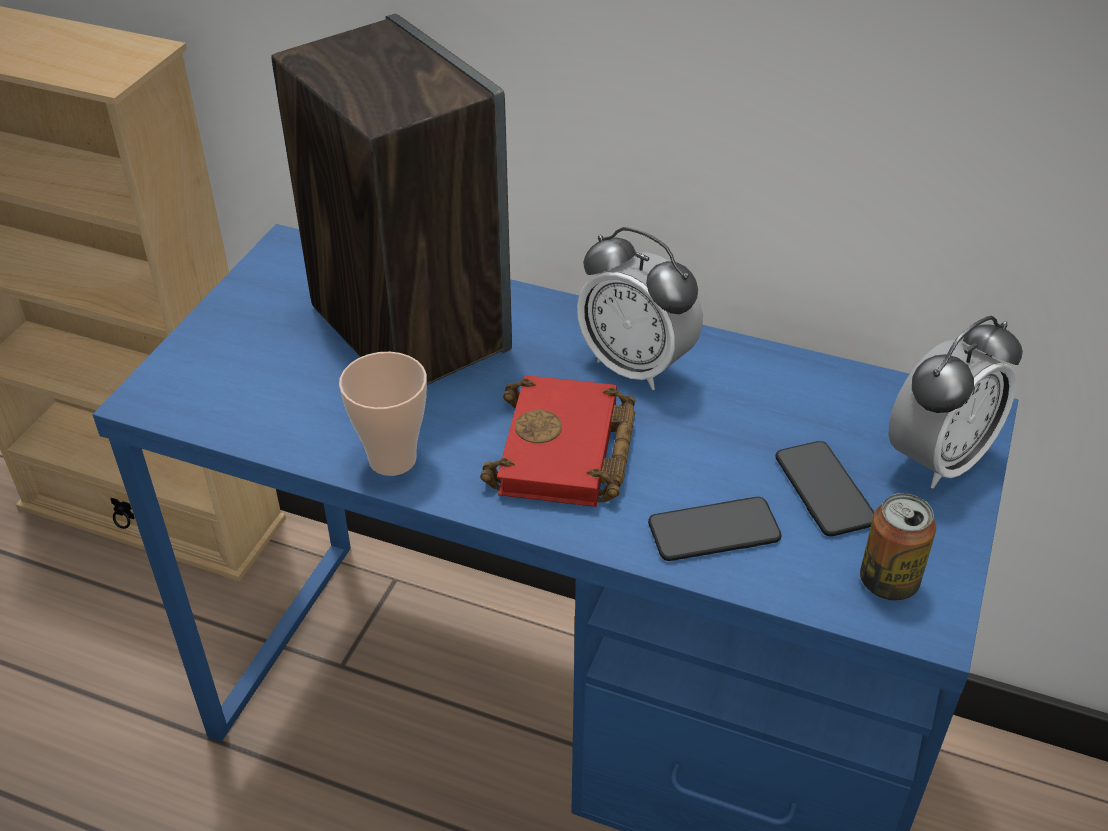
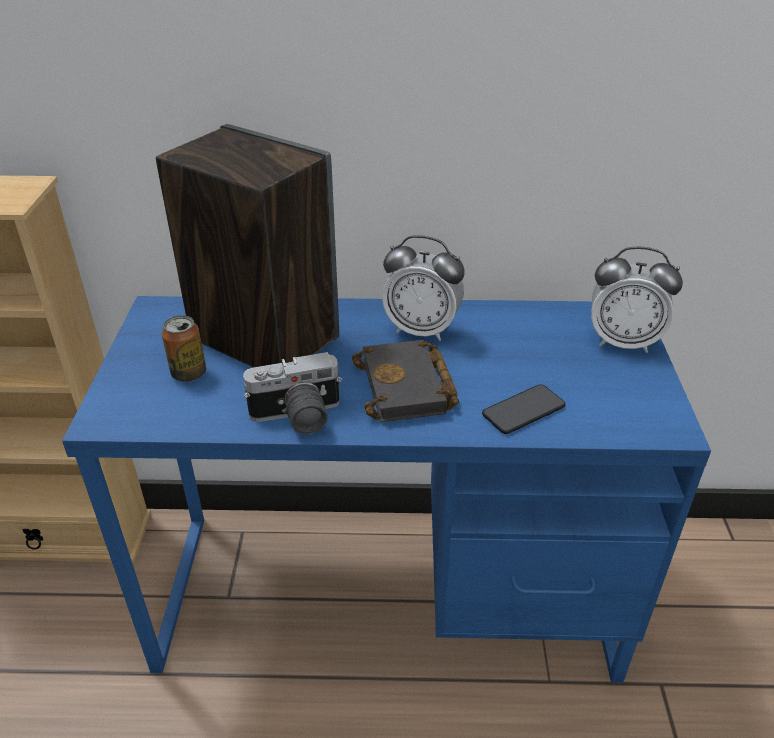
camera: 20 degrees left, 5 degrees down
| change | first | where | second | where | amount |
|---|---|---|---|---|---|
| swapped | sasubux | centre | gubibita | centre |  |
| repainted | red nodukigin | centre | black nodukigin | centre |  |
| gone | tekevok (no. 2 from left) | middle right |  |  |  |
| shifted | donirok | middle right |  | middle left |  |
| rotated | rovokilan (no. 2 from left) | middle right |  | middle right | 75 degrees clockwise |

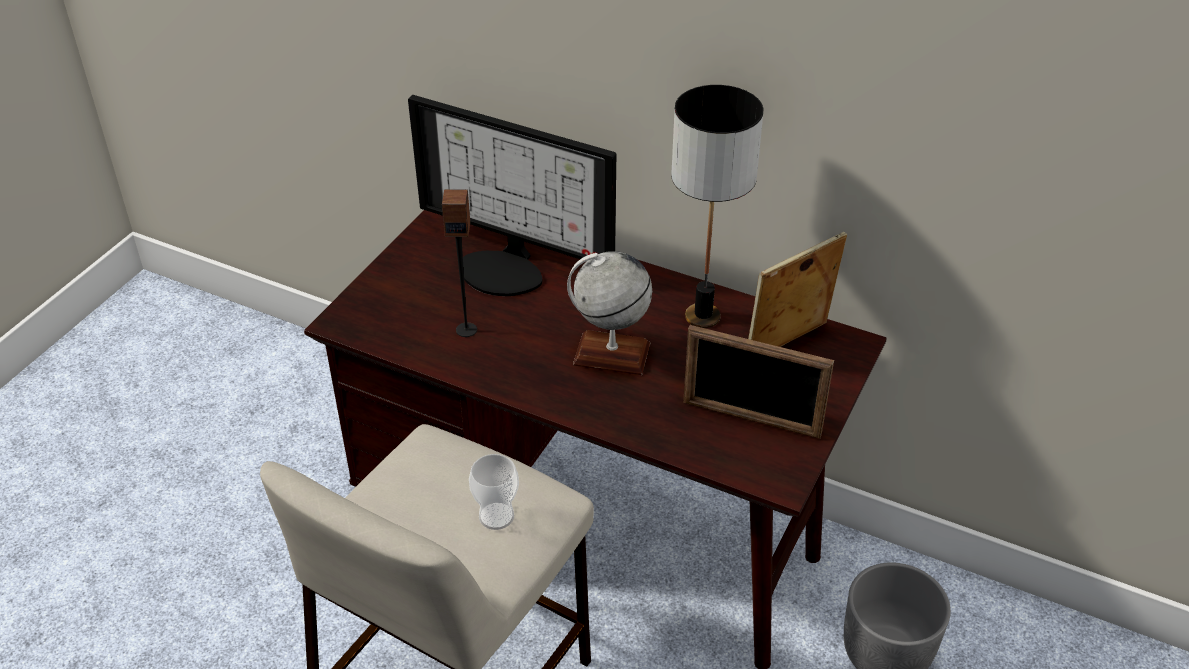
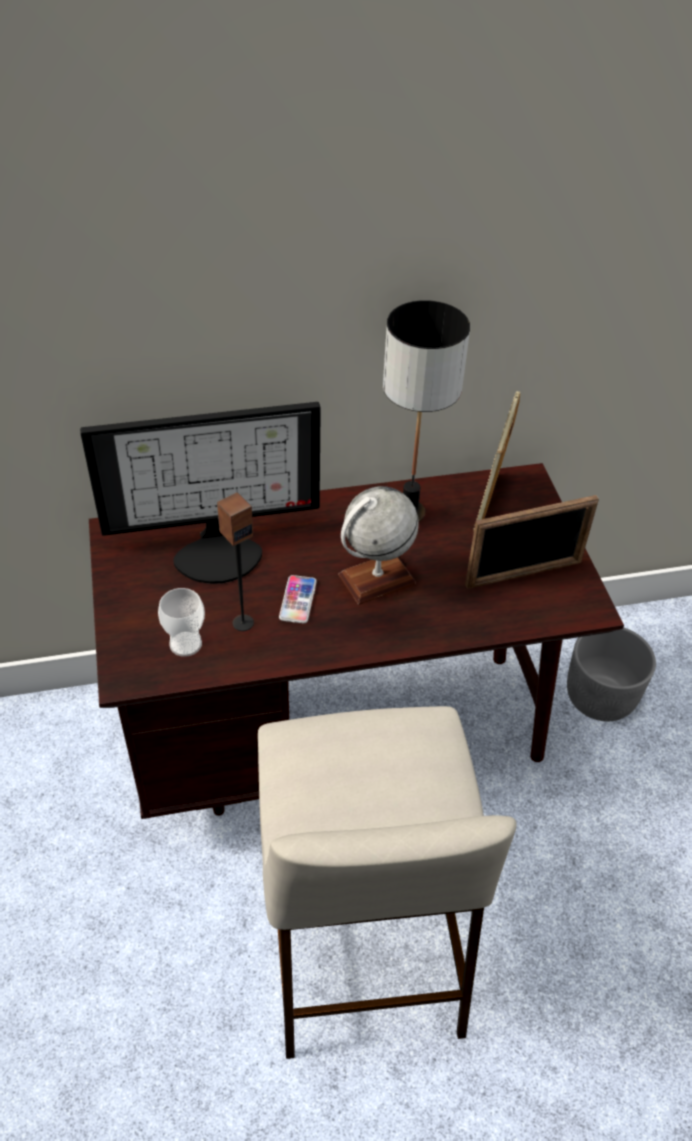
camera: 40 degrees left, 5 degrees up
| change | first | where | second | where | amount |
|---|---|---|---|---|---|
| shifted | sasubux | bottom centre |  | middle left |  |
| new |  |  | tekevok | centre |  |

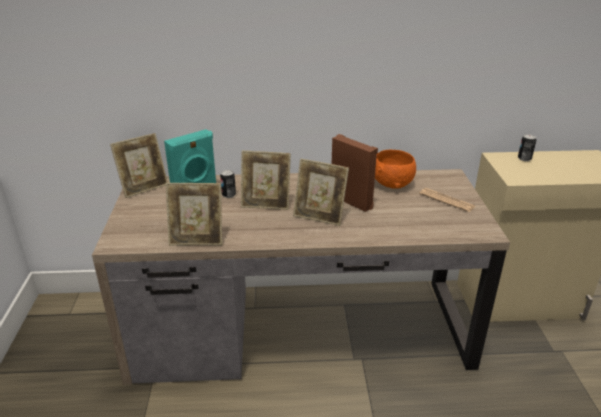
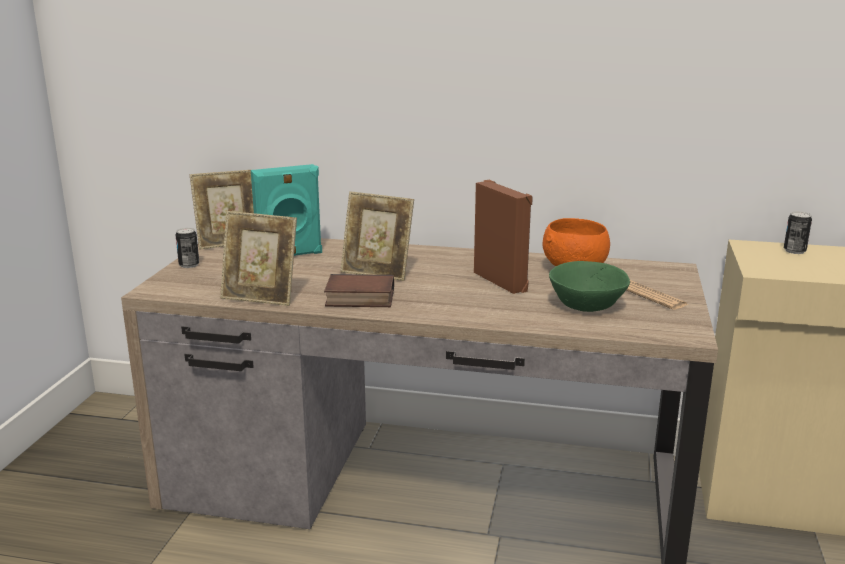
camera: 15 degrees right, 10 degrees down
| change | first | where | second | where | amount |
|---|---|---|---|---|---|
| shifted | donirok (no. 1 from left) | centre |  | middle left |  |
| gone | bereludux (no. 4 from left) | centre |  |  |  |
| new |  |  | nodukigin | centre |  |
| new |  |  | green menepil | middle right |  |

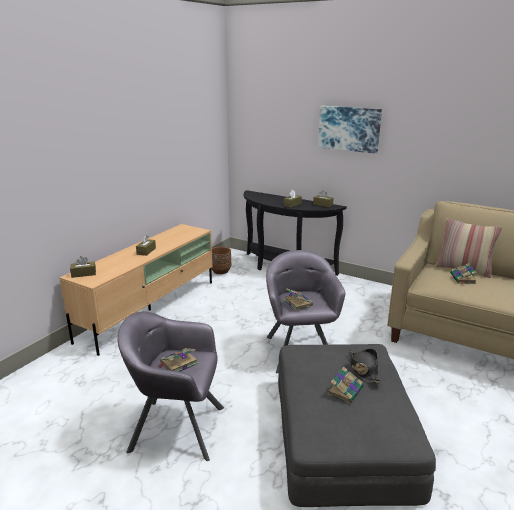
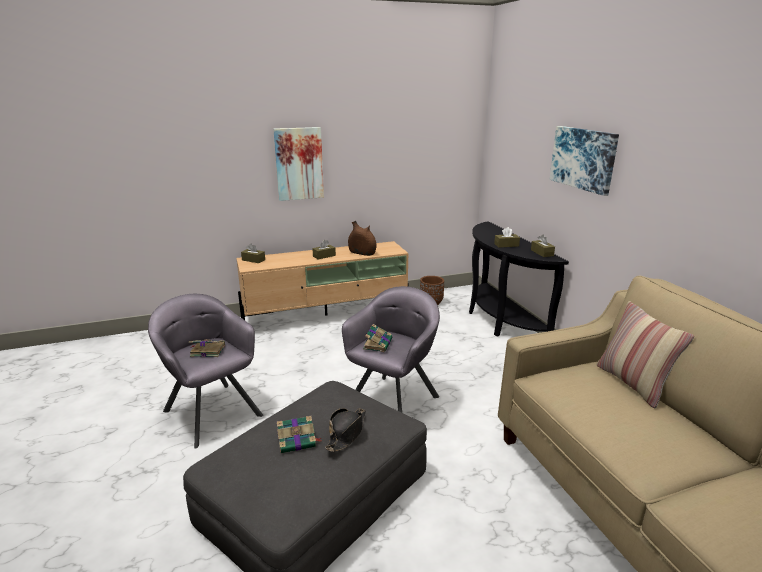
camera: 40 degrees right, 0 degrees up
| change | first | where | second | where | amount |
|---|---|---|---|---|---|
| gone | nodukigin (no. 4 from left) | middle right |  |  |  |
| new |  |  | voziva (no. 1 from left) | top centre |  |
| new |  |  | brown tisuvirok | centre |  |

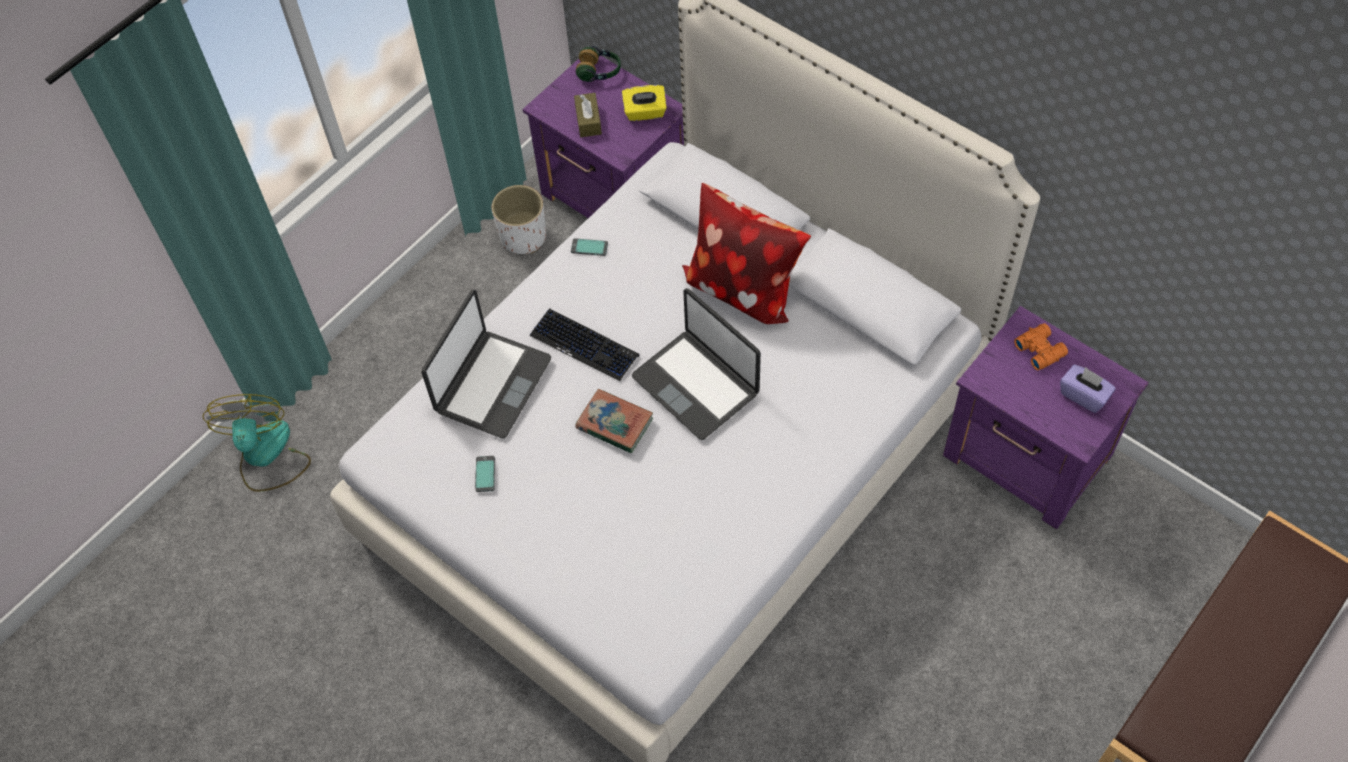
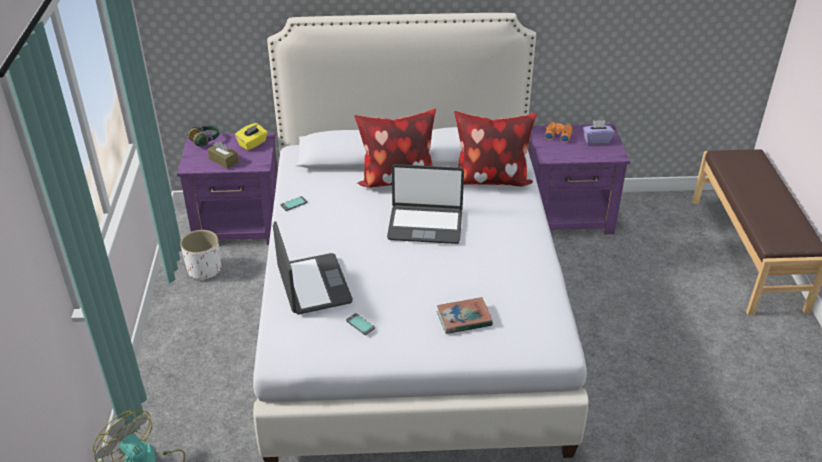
camera: 45 degrees left, 20 degrees down
| change | first | where | second | where | amount |
|---|---|---|---|---|---|
| gone | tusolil | centre |  |  |  |
| shifted | nodukigin | centre |  | bottom centre |  |
| new |  |  | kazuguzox (no. 2 from left) | top centre |  |

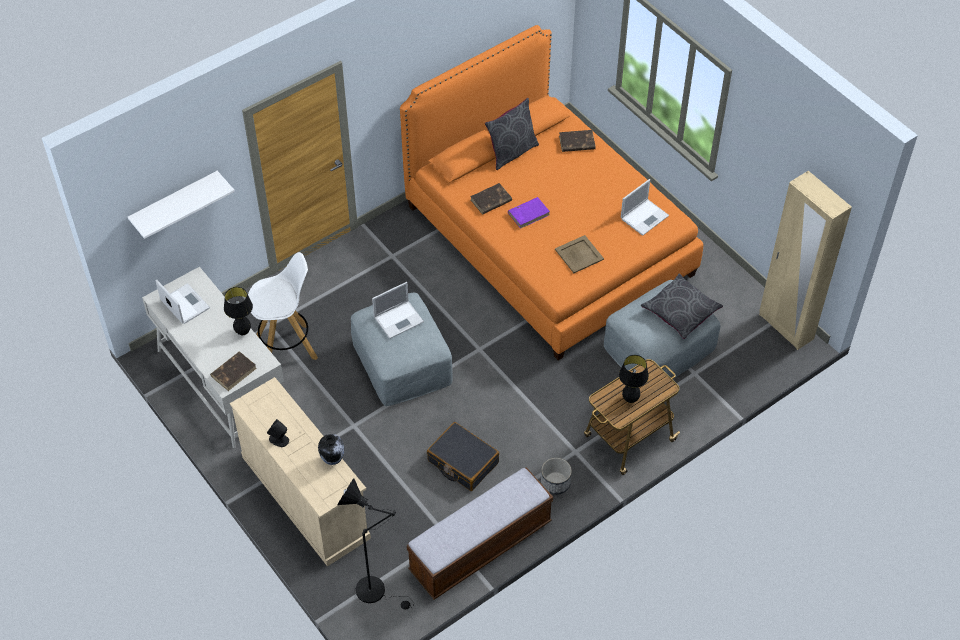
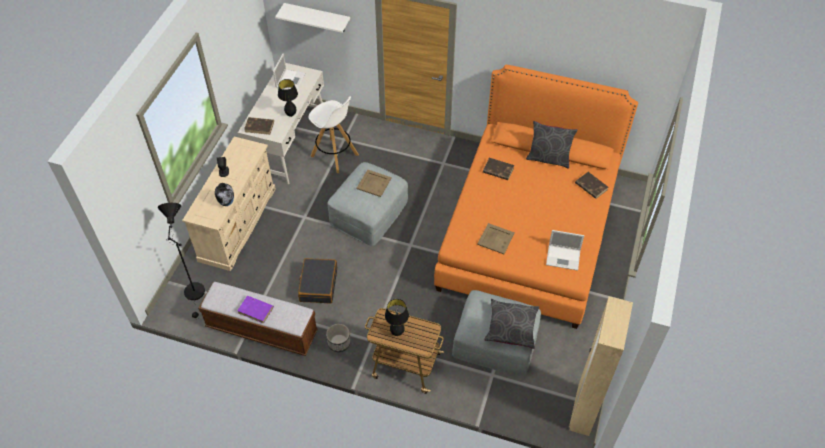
camera: 55 degrees right, 0 degrees up
| change | first | where | second | where | amount |
|---|---|---|---|---|---|
| swapped | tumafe (no. 2 from left) | centre | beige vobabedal (no. 1 from left) | centre |  |
| shifted | purple nodukigin | top centre |  | bottom left |  |

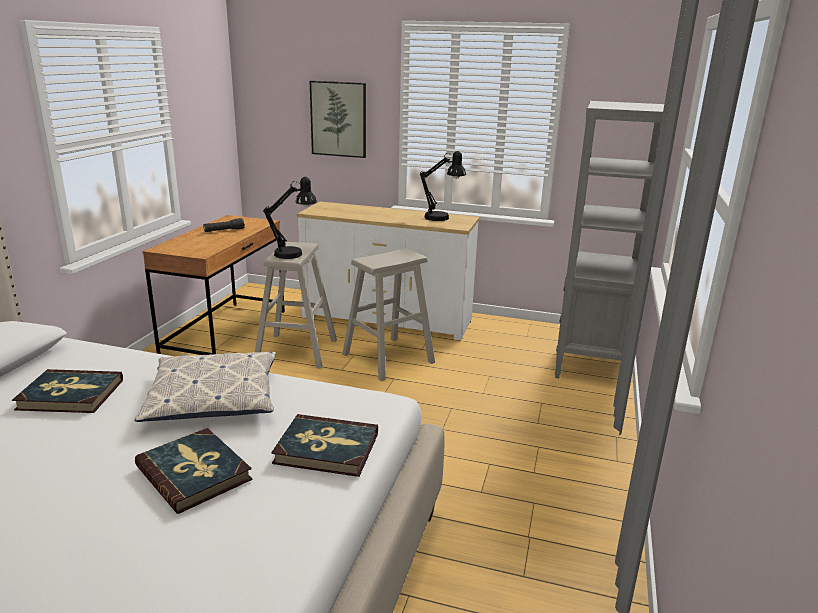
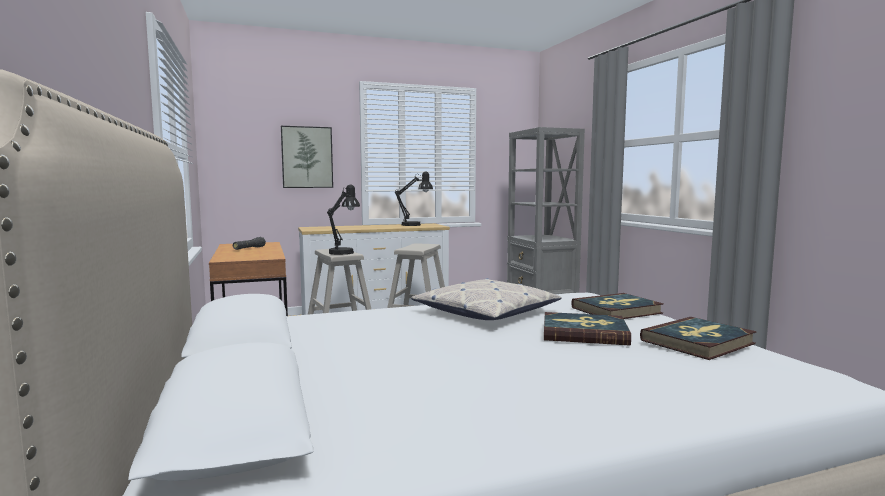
camera: 35 degrees left, 15 degrees down
| change | first | where | second | where | amount |
|---|---|---|---|---|---|
| shifted | nodukigin (no. 1 from left in the first image) | middle left | nodukigin (no. 3 from left) | bottom right |  |

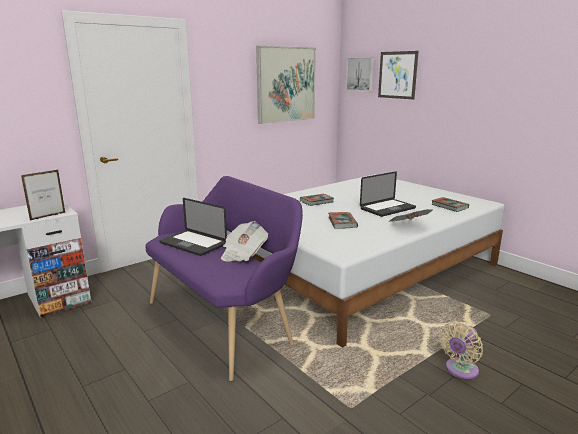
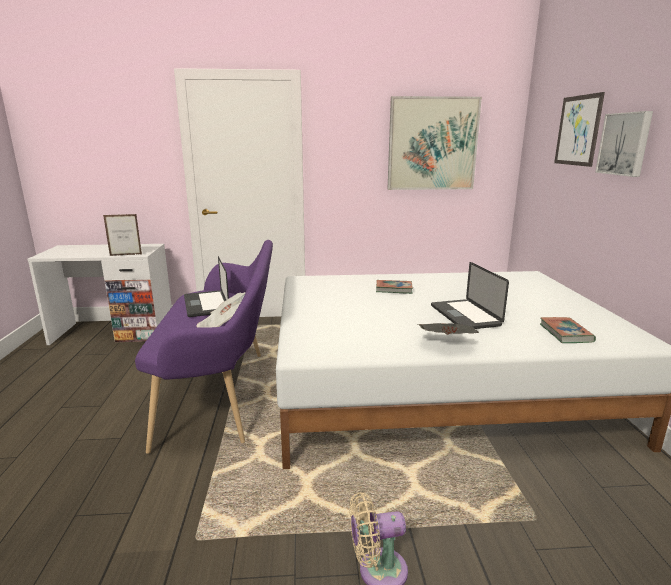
camera: 35 degrees right, 0 degrees up
| change | first | where | second | where | amount |
|---|---|---|---|---|---|
| gone | nodukigin (no. 2 from left) | centre |  |  |  |
| shifted | voziva (no. 2 from left in the first image) | top centre | voziva (no. 3 from left) | top right |  |
| rotated | tumafe (no. 2 from left) | middle right |  | middle right | 75 degrees clockwise |

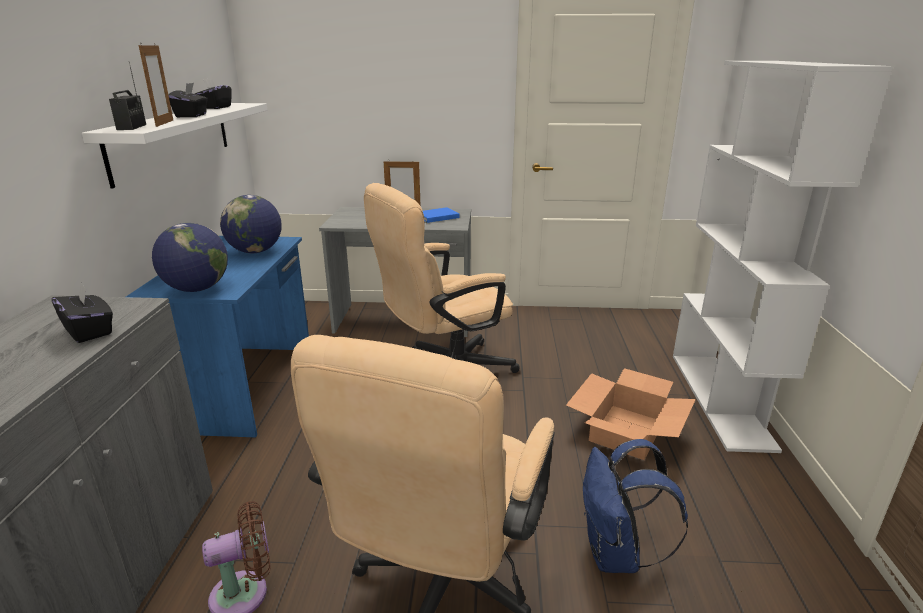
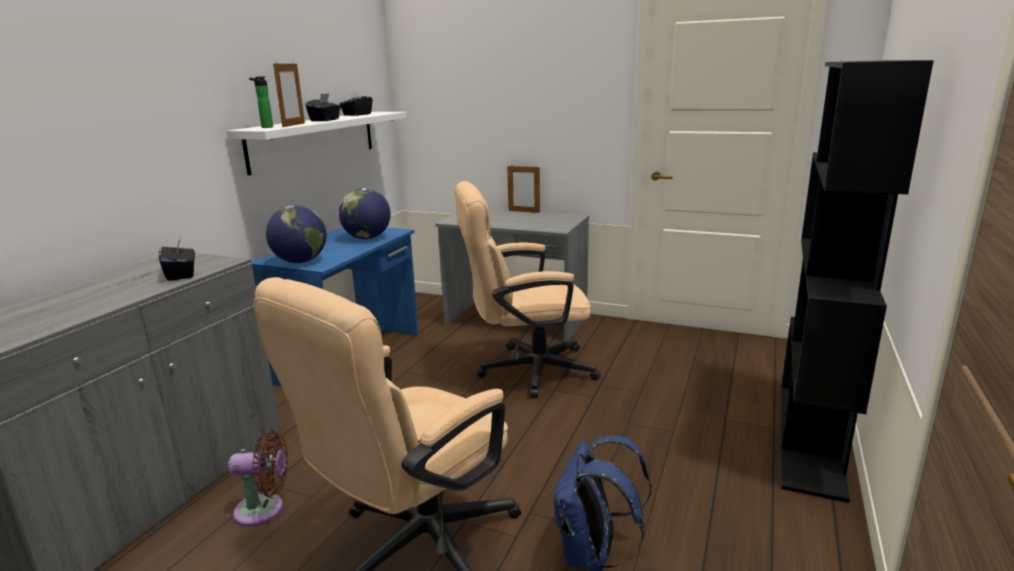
camera: 20 degrees right, 5 degrees down
| change | first | where | second | where | amount |
|---|---|---|---|---|---|
| swapped | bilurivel | top left | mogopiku | top left |  |
| gone | blue nodukigin | centre |  |  |  |
| gone | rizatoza | bottom right |  |  |  |
| repainted | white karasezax | middle right | black karasezax | middle right |  |

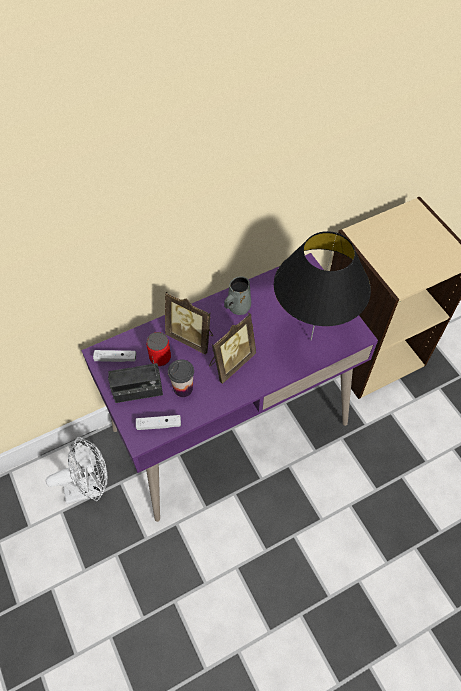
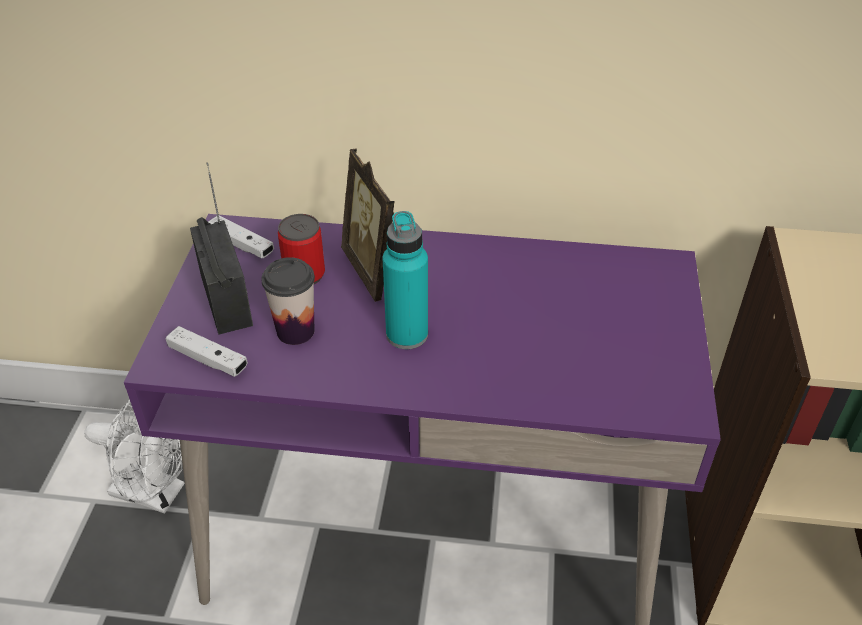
camera: 35 degrees right, 15 degrees down
| change | first | where | second | where | amount |
|---|---|---|---|---|---|
| rotated | bilurivel | middle left |  | middle left | 135 degrees counterclockwise |
| swapped | bereludux (no. 2 from left) | centre | turquoise mogopiku | centre |  |
| gone | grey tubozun | centre |  |  |  |
| gone | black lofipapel | middle right |  |  |  |

